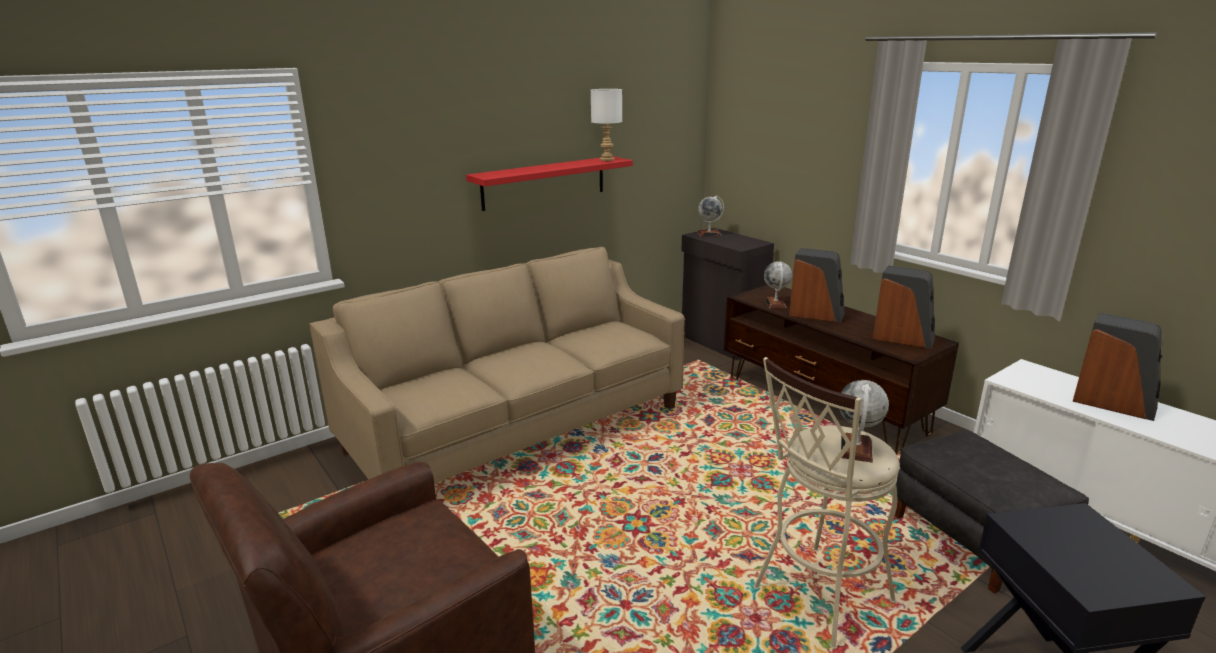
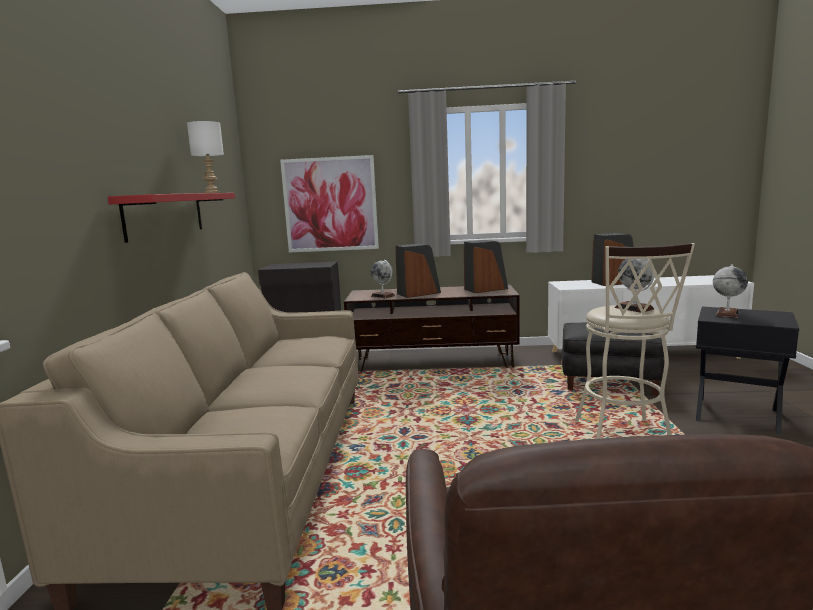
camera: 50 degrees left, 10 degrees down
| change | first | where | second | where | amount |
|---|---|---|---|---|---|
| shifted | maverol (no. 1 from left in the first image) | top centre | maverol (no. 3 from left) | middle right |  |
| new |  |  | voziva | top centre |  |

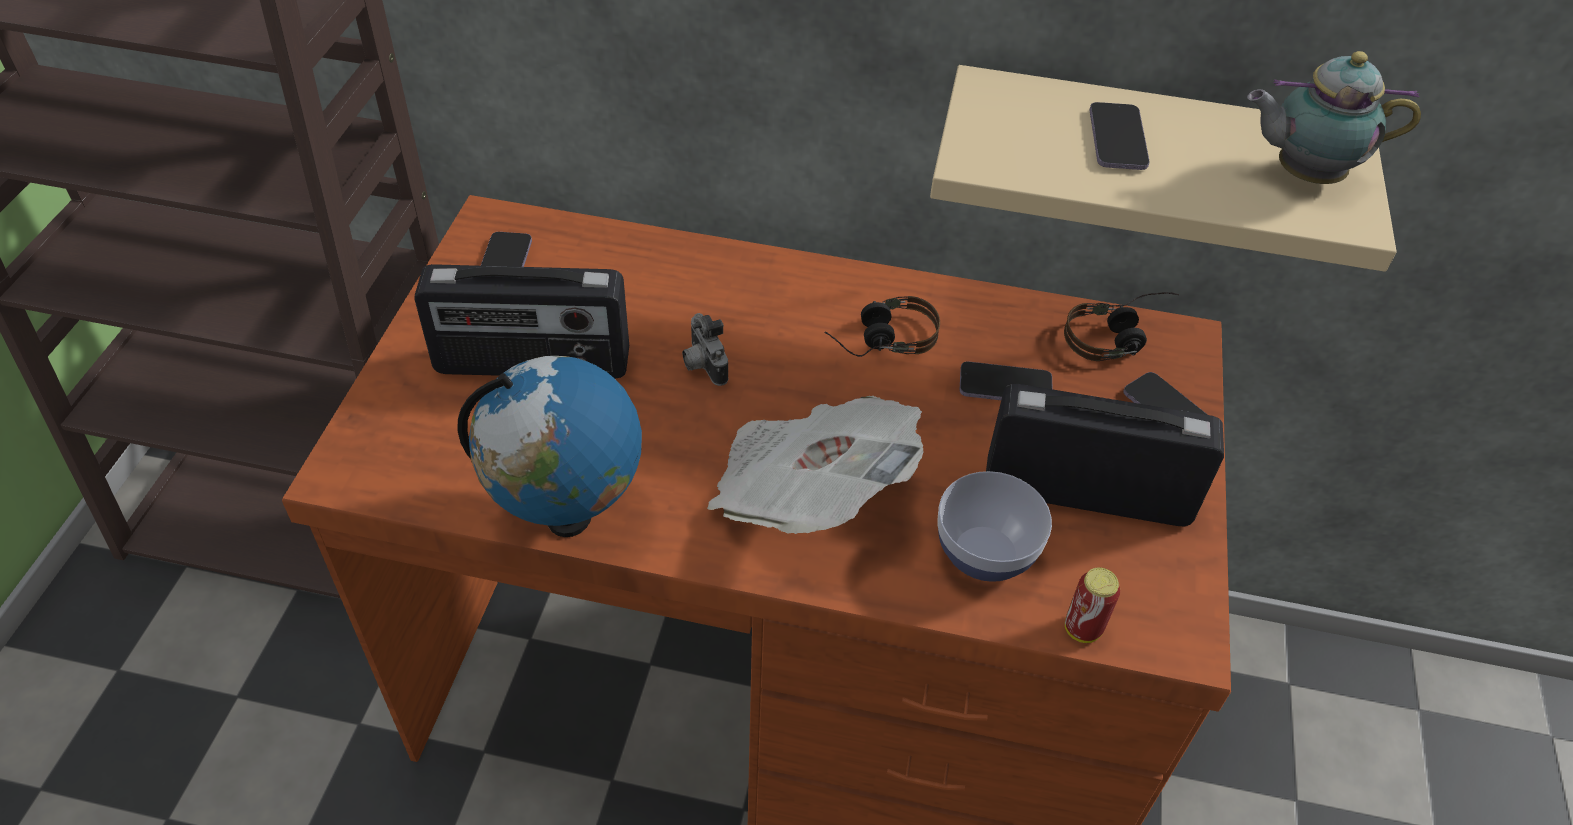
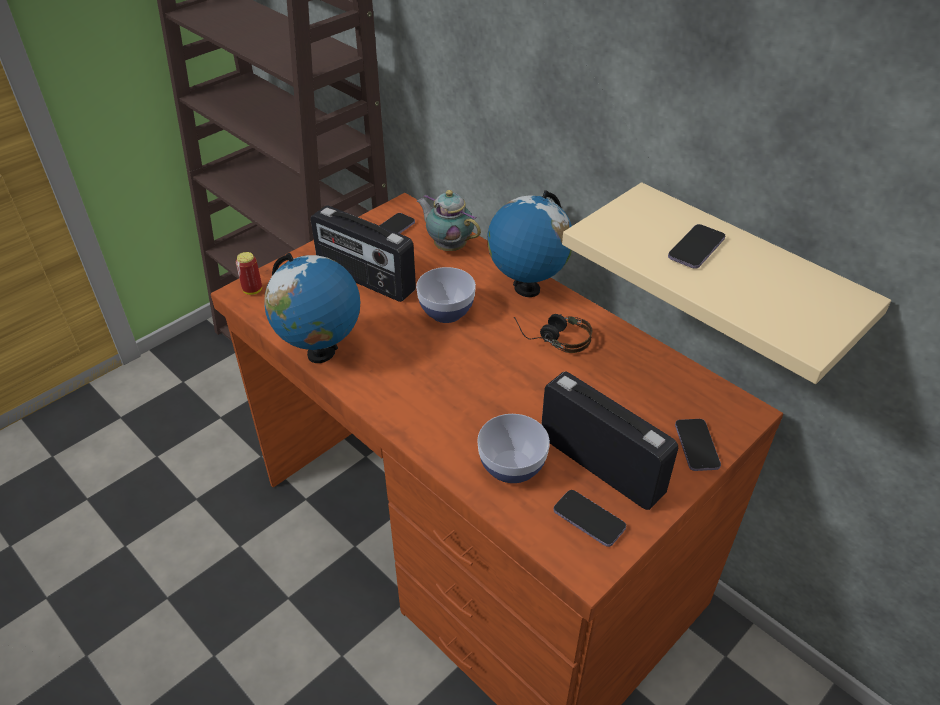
camera: 35 degrees right, 5 degrees down
| change | first | where | second | where | amount |
|---|---|---|---|---|---|
| swapped | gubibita | centre | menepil (no. 1 from left) | centre |  |
| gone | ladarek | centre |  |  |  |
| shifted | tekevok (no. 2 from left) | centre |  | bottom centre |  |
| gone | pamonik (no. 2 from left) | middle right |  |  |  |
| shifted | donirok | bottom right |  | middle left |  |
| shifted | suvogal | top right |  | top centre |  |
| new |  |  | maverol (no. 2 from left) | centre |  |

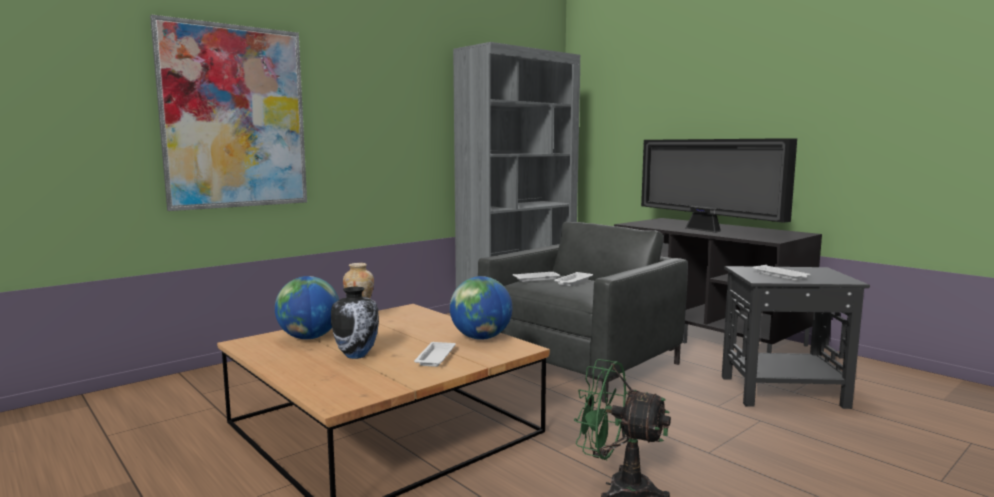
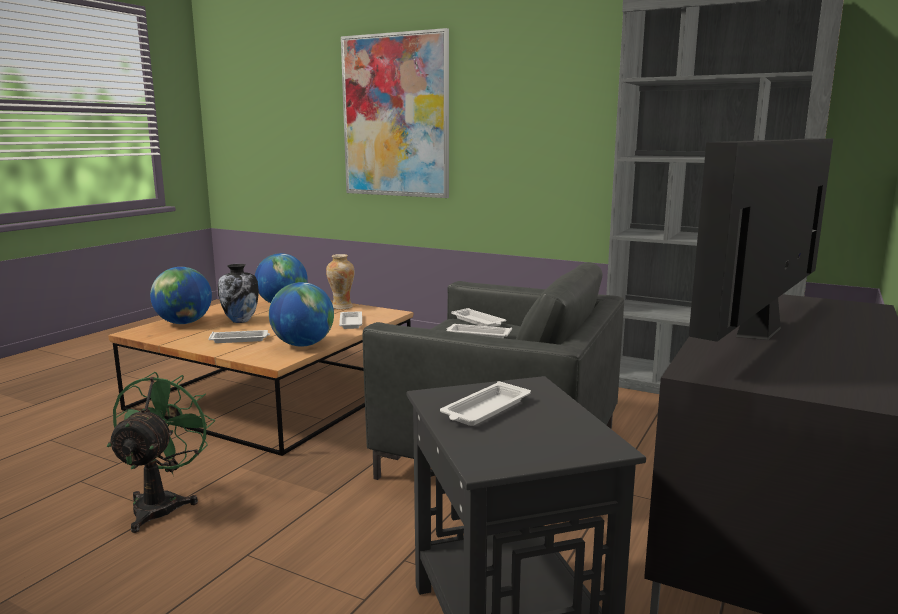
camera: 70 degrees right, 5 degrees up
| change | first | where | second | where | amount |
|---|---|---|---|---|---|
| new |  |  | maverol (no. 1 from left) | middle left |  |
| new |  |  | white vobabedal (no. 2 from left) | centre |  |

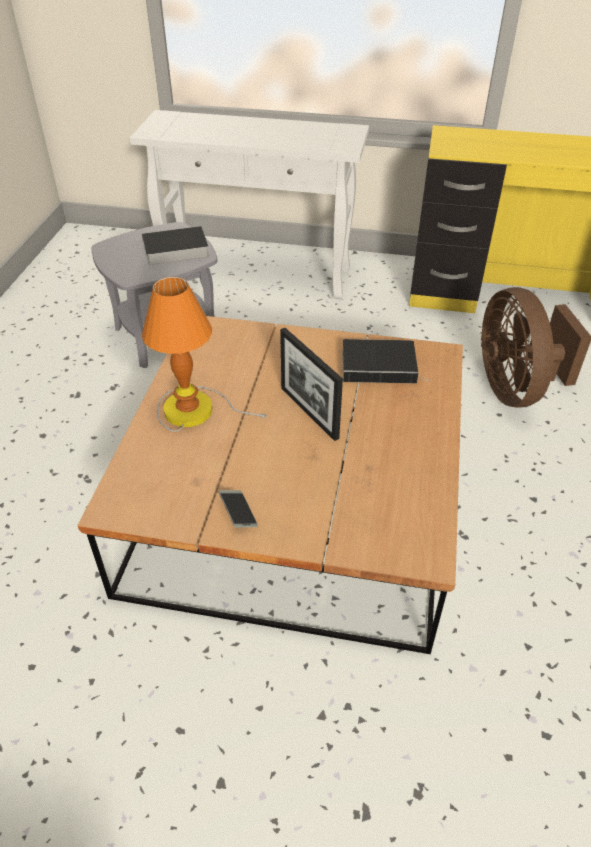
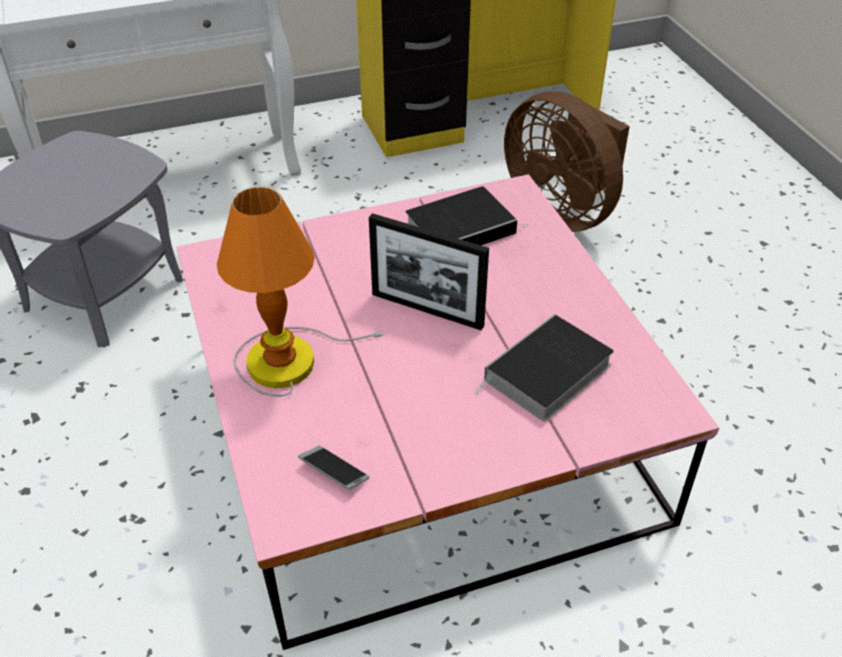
camera: 30 degrees left, 0 degrees up
| change | first | where | second | where | amount |
|---|---|---|---|---|---|
| repainted | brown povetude | centre | pink povetude | centre |  |
| shifted | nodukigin (no. 1 from left in the first image) | top left | nodukigin (no. 2 from left) | centre |  |
| shifted | tekevok | centre |  | bottom centre |  |

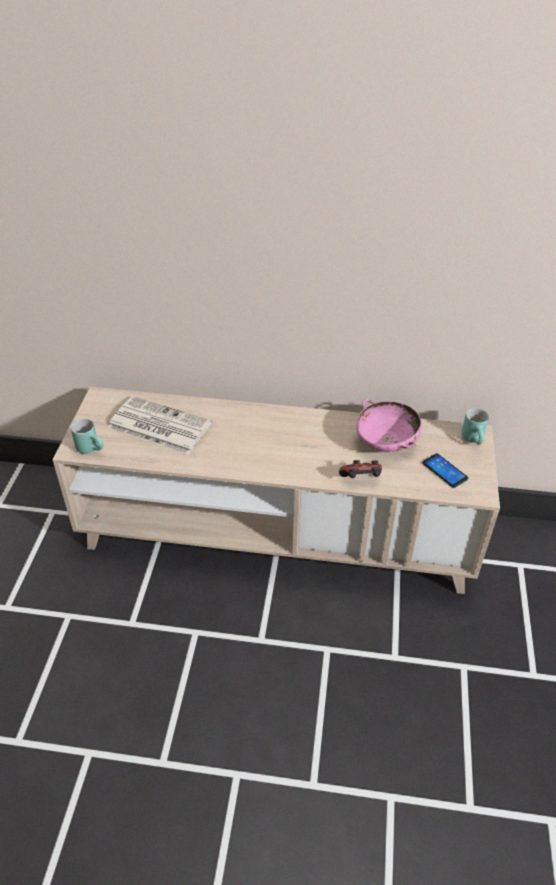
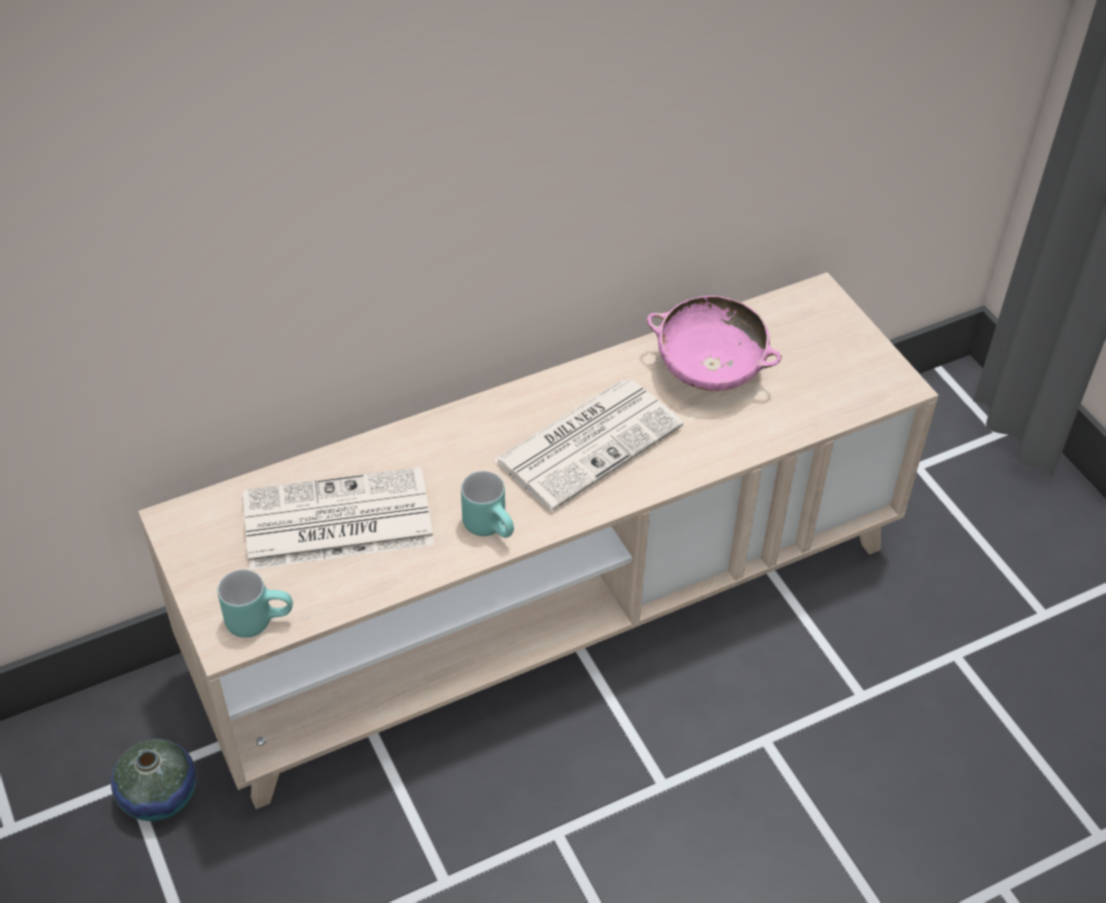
camera: 35 degrees left, 5 degrees up
| change | first | where | second | where | amount |
|---|---|---|---|---|---|
| gone | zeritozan | centre |  |  |  |
| gone | tekevok | middle right |  |  |  |
| shifted | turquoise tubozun (no. 2 from left) | middle right |  | centre |  |
| new |  |  | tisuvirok | bottom left |  |
| new |  |  | ladarek (no. 2 from left) | centre |  |

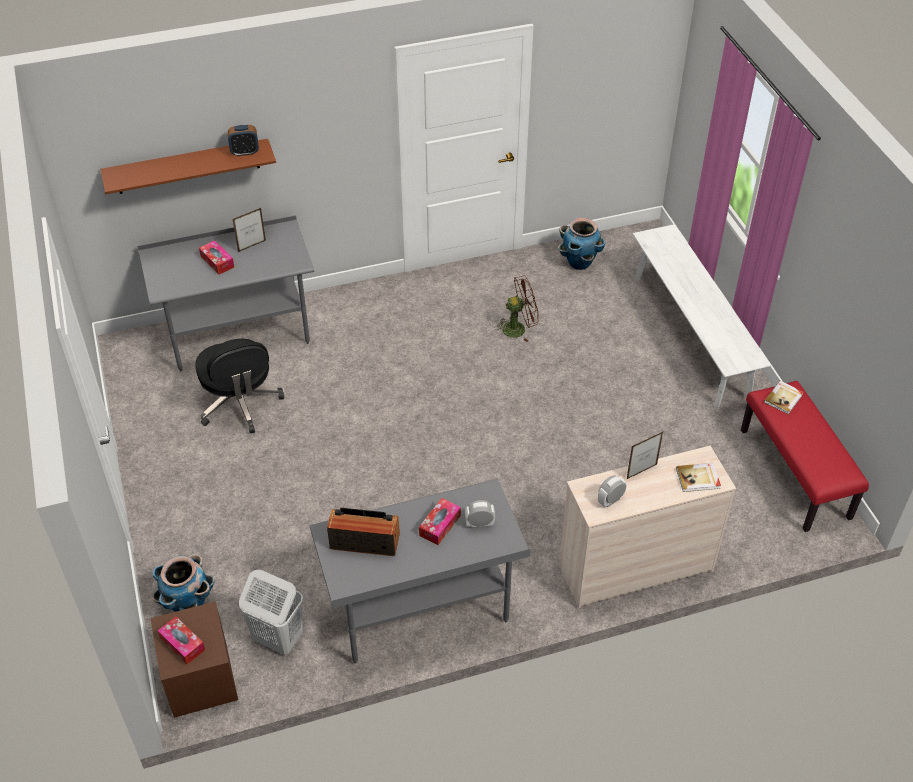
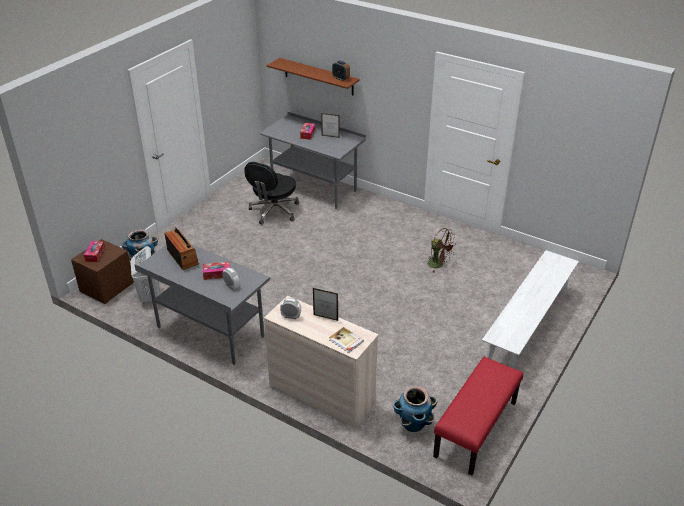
camera: 50 degrees right, 10 degrees down
| change | first | where | second | where | amount |
|---|---|---|---|---|---|
| shifted | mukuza (no. 2 from left) | top centre |  | bottom centre |  |
| gone | nodukigin (no. 2 from left) | middle right |  |  |  |

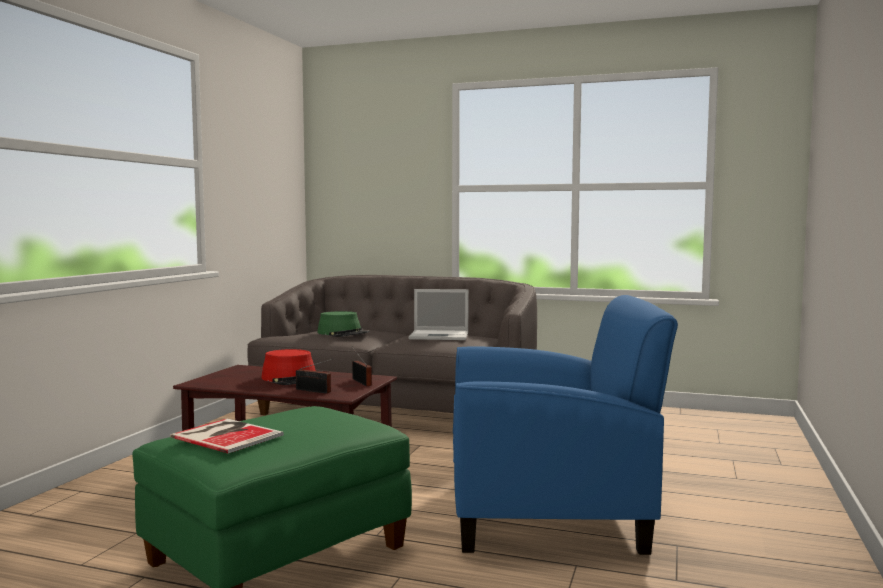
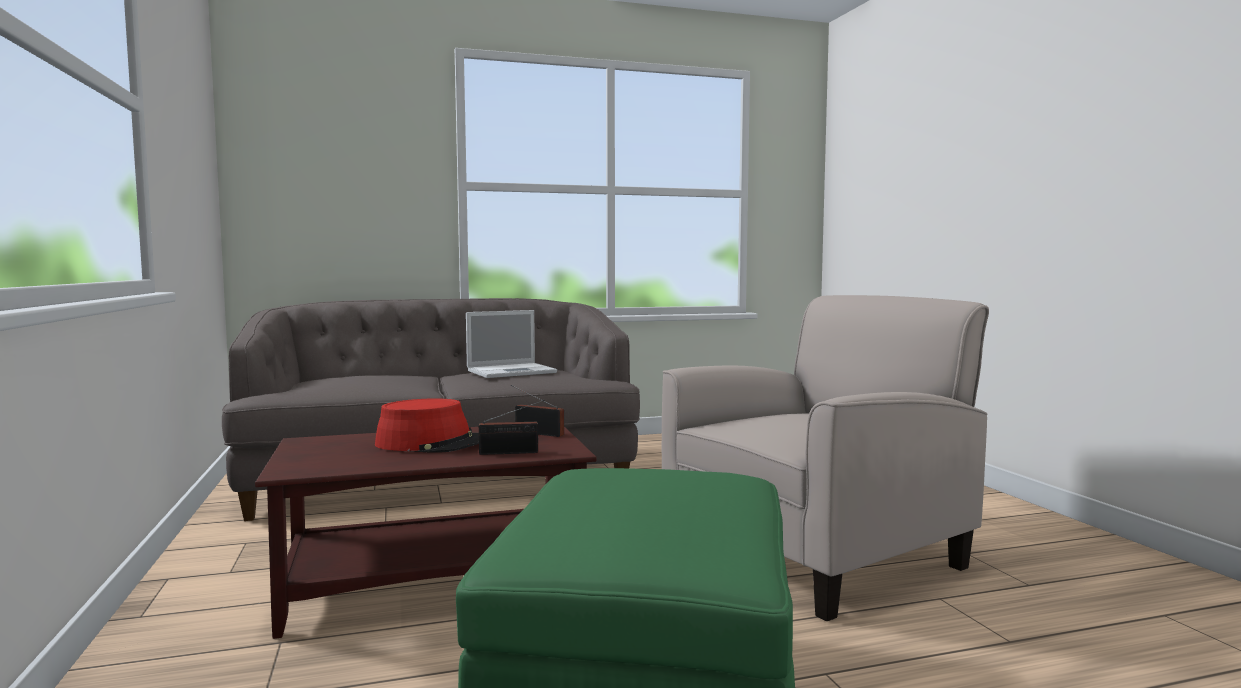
camera: 35 degrees left, 0 degrees up
| change | first | where | second | where | amount |
|---|---|---|---|---|---|
| gone | nodukigin | bottom left |  |  |  |
| gone | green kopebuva | centre |  |  |  |
| repainted | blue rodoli | bottom centre | beige rodoli | centre |  |

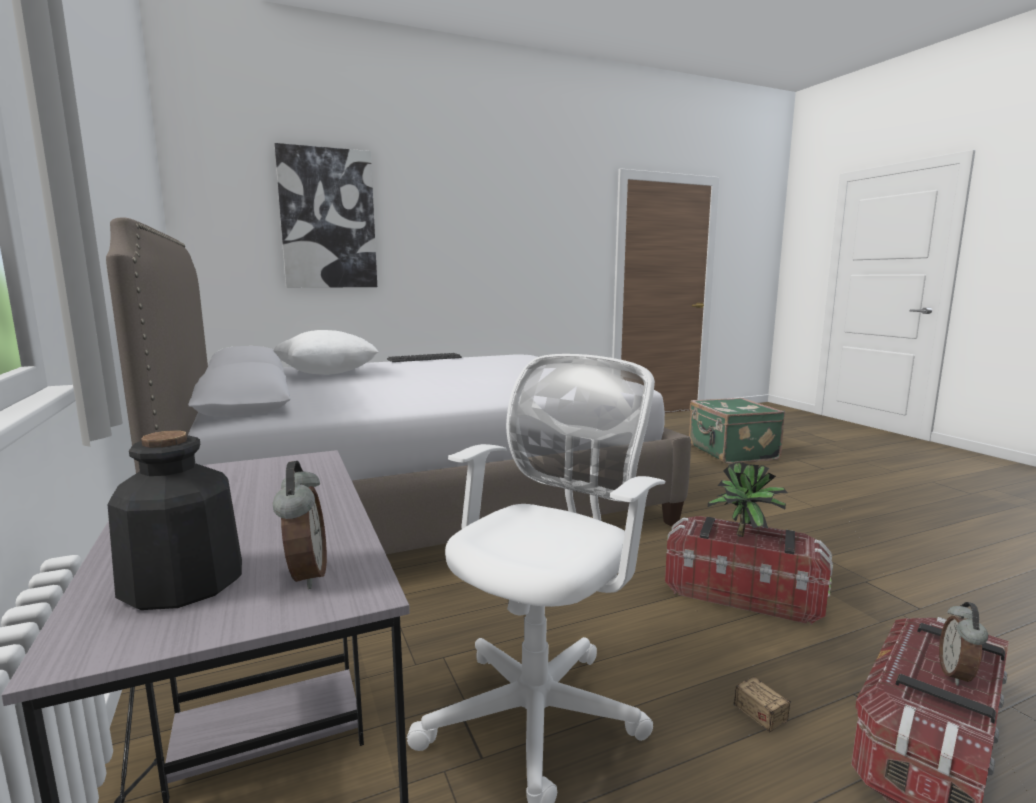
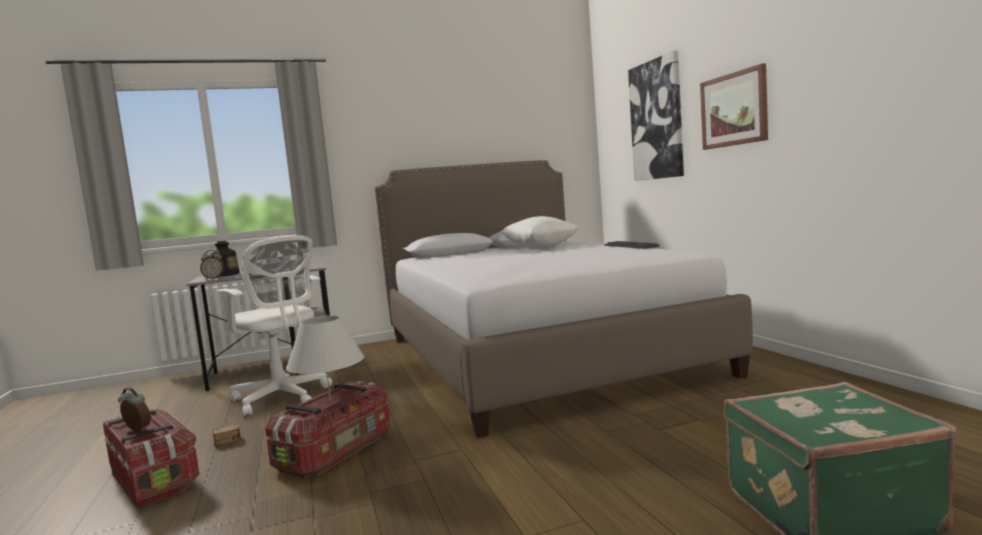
camera: 95 degrees right, 5 degrees down
| change | first | where | second | where | amount |
|---|---|---|---|---|---|
| swapped | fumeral | middle right | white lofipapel | bottom left |  |
| new |  |  | voziva (no. 2 from left) | top right |  |

